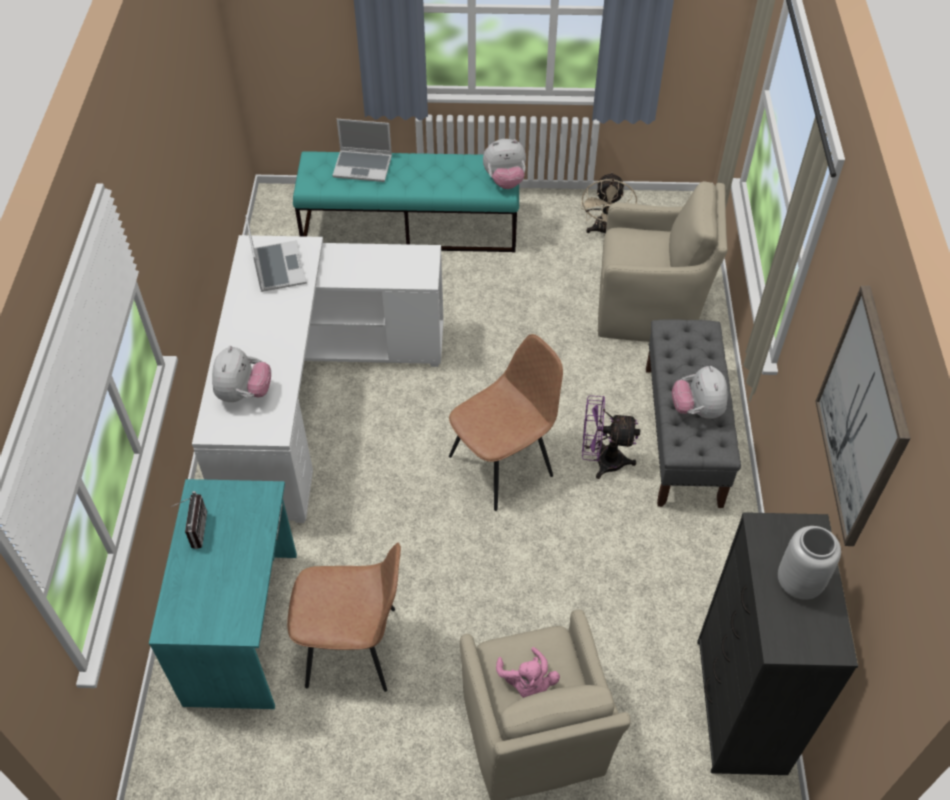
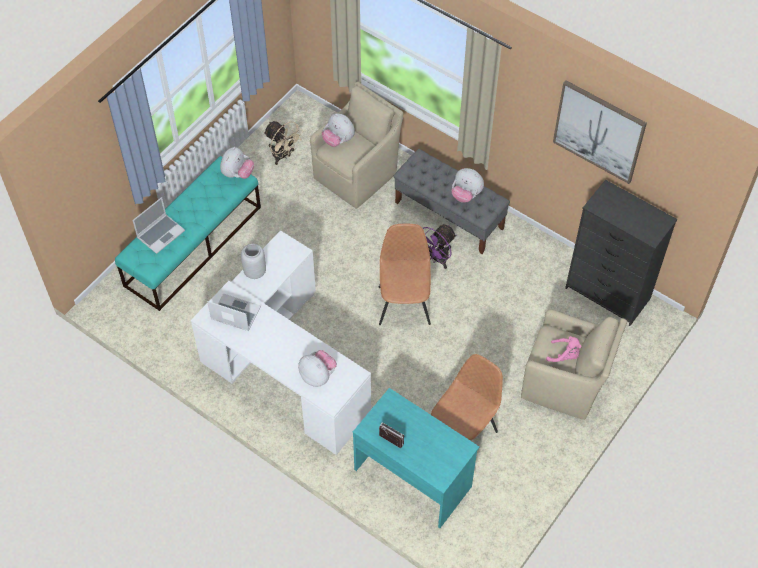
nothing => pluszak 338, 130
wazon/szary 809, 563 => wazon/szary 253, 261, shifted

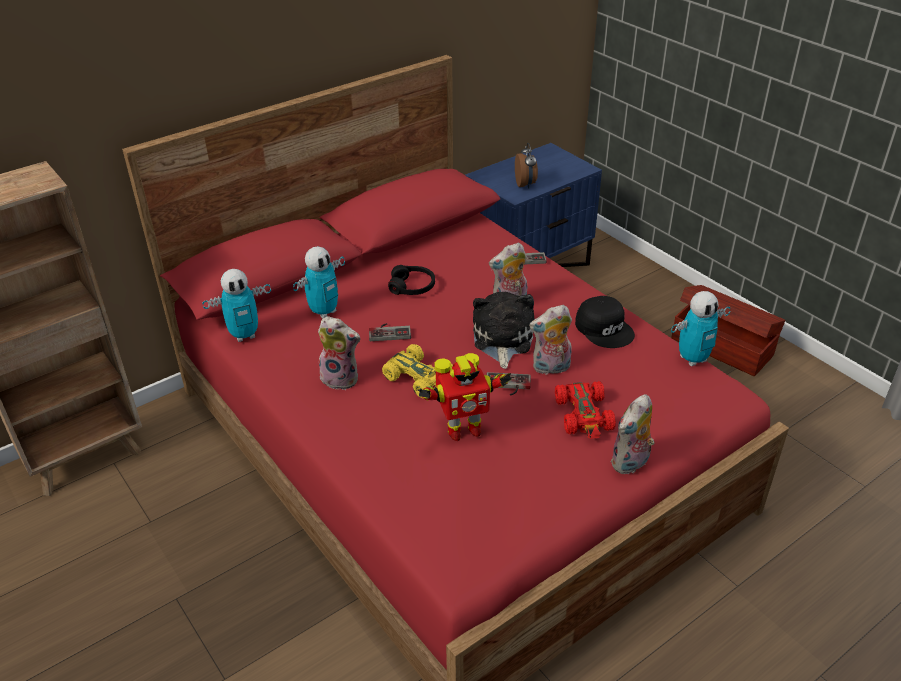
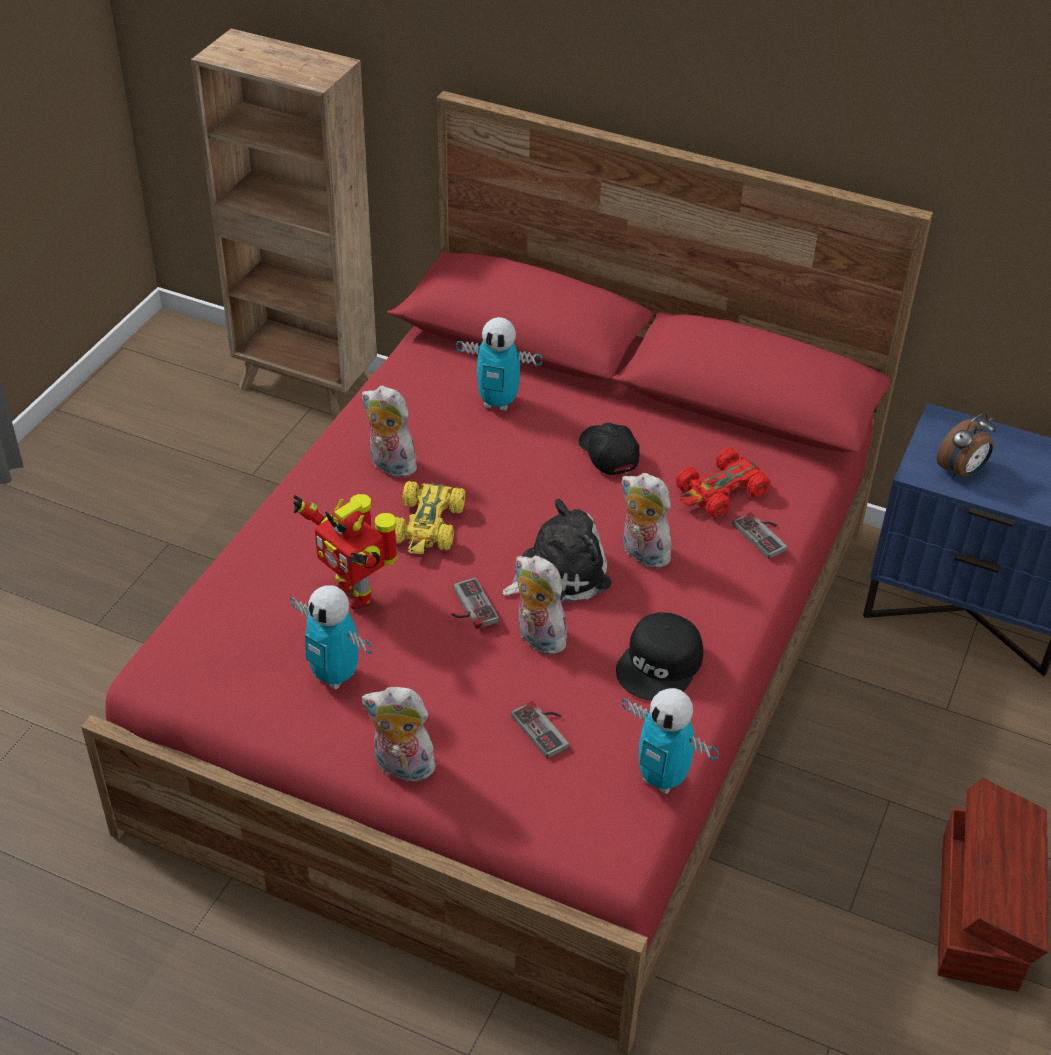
robot zabawkowy 236, 305 => robot zabawkowy 331, 637, shifted
pad do gier 390, 332 => pad do gier 540, 730, shifted
samochodzik/czerwony 585, 410 => samochodzik/czerwony 723, 482, shifted
słuchawki/czarny 411, 280 => czapka z daszkiem/czarny 609, 449
pluszak 337, 353 => pluszak 389, 431, 135 degrees clockwise

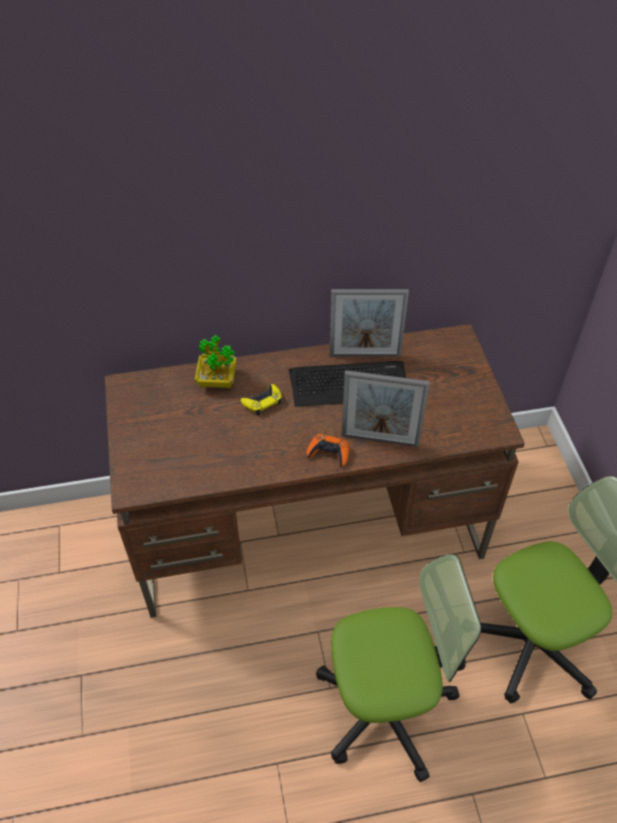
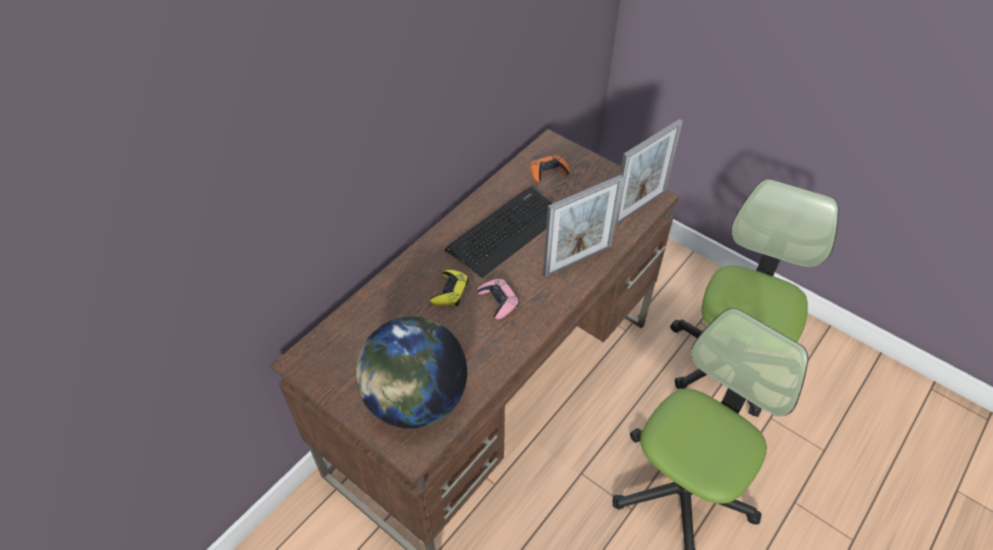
roślina doniczkowa 216, 361 => nothing
nothing => globus 411, 373
nothing => pad do gier/różowy 498, 299
pad do gier/pomarańczowy 327, 450 => pad do gier/pomarańczowy 550, 169, shifted
ramka na zdjęcie 369, 323 => ramka na zdjęcie 649, 172, shifted

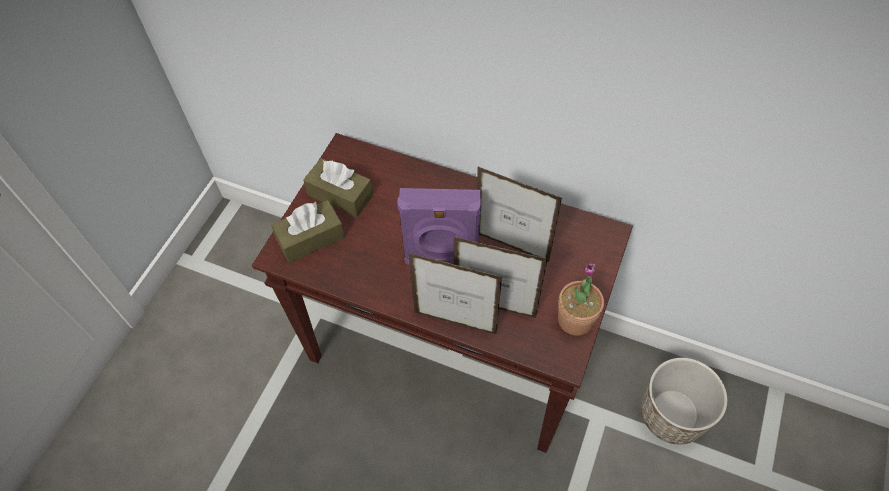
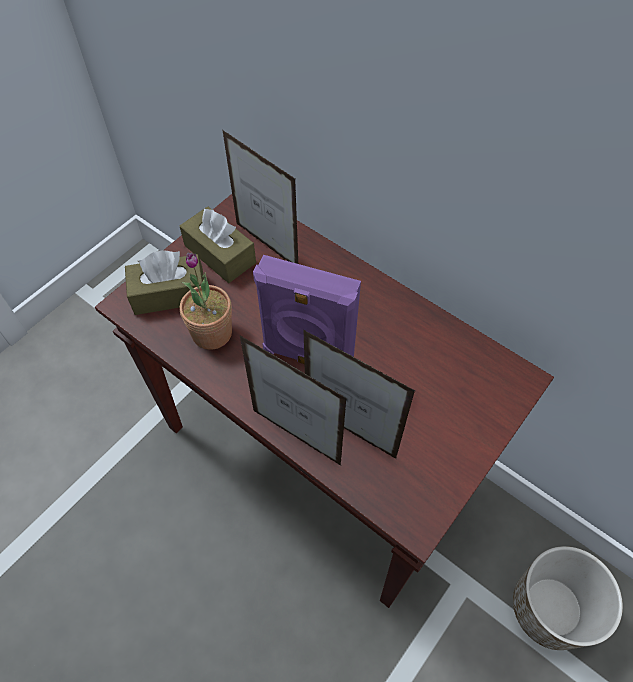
ramka na zdjęcie 519, 215 => ramka na zdjęcie 260, 197, shifted
roślina doniczkowa 581, 299 => roślina doniczkowa 206, 301, shifted

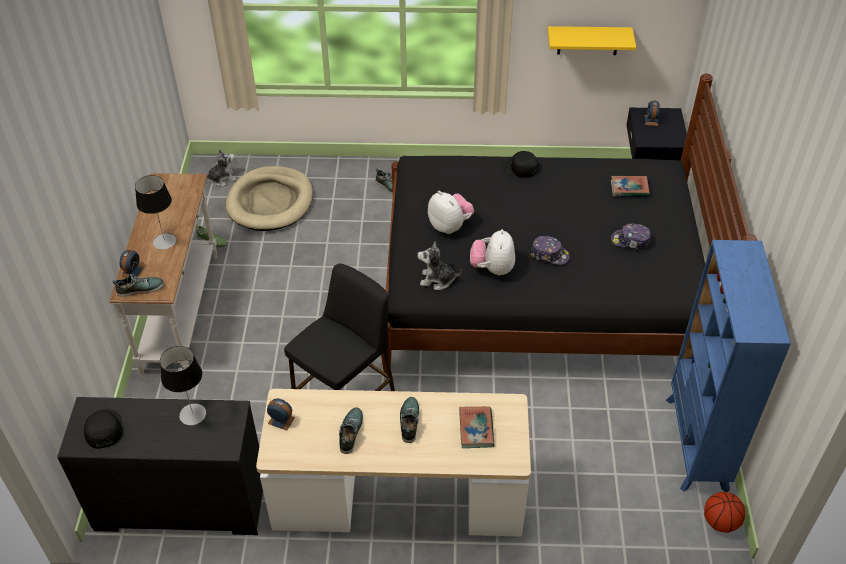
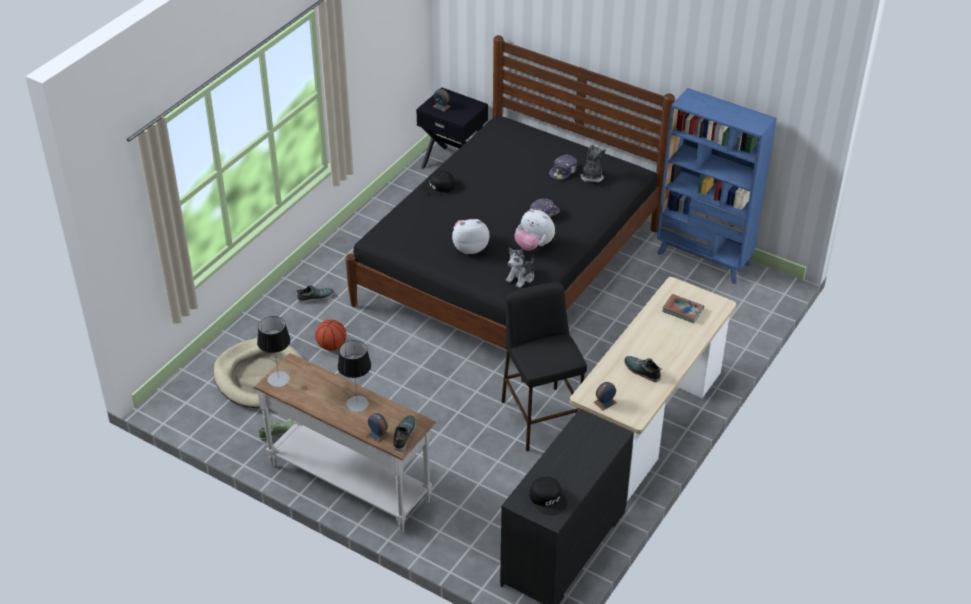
but 409, 420 => nothing
półka/żółty 592, 40 => nothing
książka 630, 186 => nothing
lampa stołowa 183, 385 => lampa stołowa 274, 351, shifted
pluszak 219, 167 => pluszak 593, 163, shifted
piłka do koszykówki 724, 512 => piłka do koszykówki 330, 334, shifted
czapka z daszkiem/czarny 103, 428 => czapka z daszkiem/czarny 548, 496, 135 degrees counterclockwise

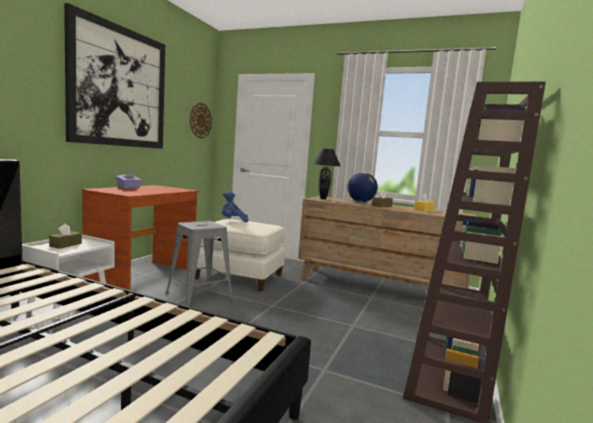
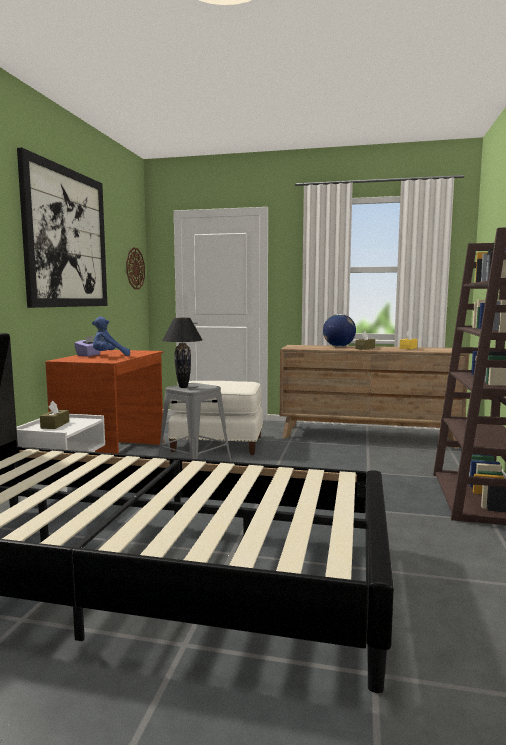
pluszak/niebieski 235, 207 => pluszak/niebieski 111, 336, shifted
lampa stołowa/czarny 326, 174 => lampa stołowa/czarny 182, 353, shifted

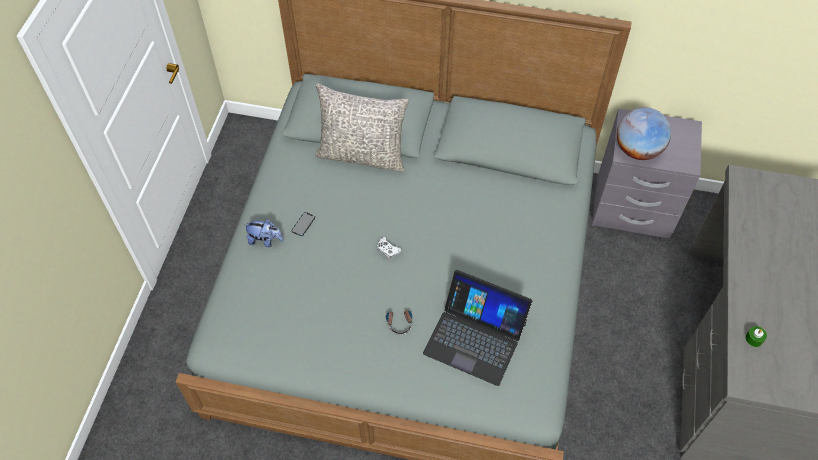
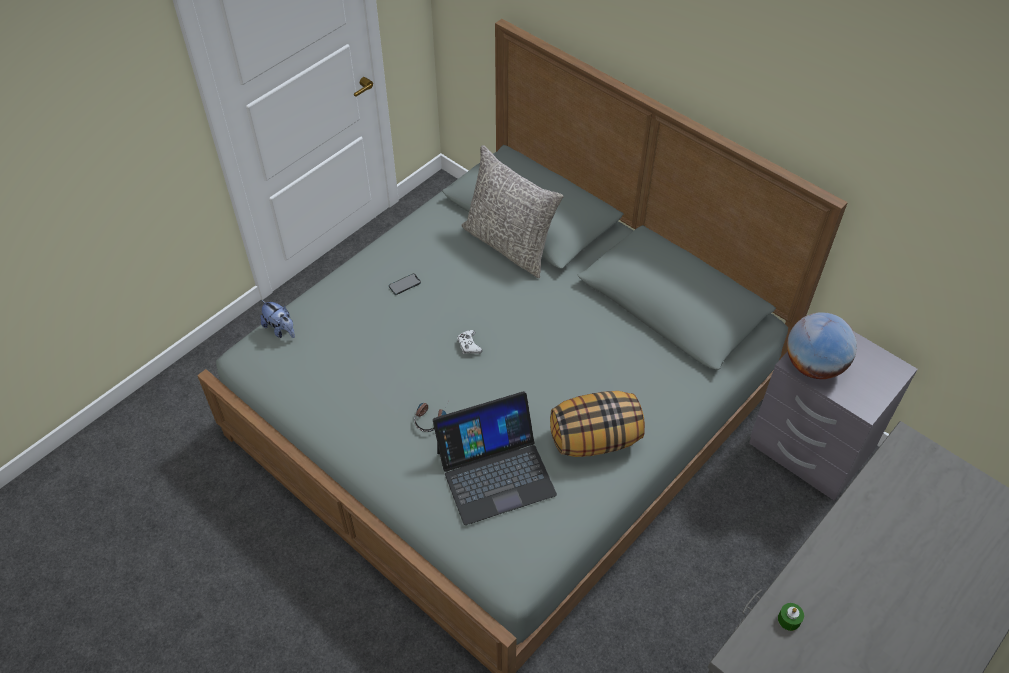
nothing => poduszka 597, 424
pluszak 264, 233 => pluszak 277, 319, shifted
laptop 477, 328 => laptop 495, 458, 75 degrees counterclockwise

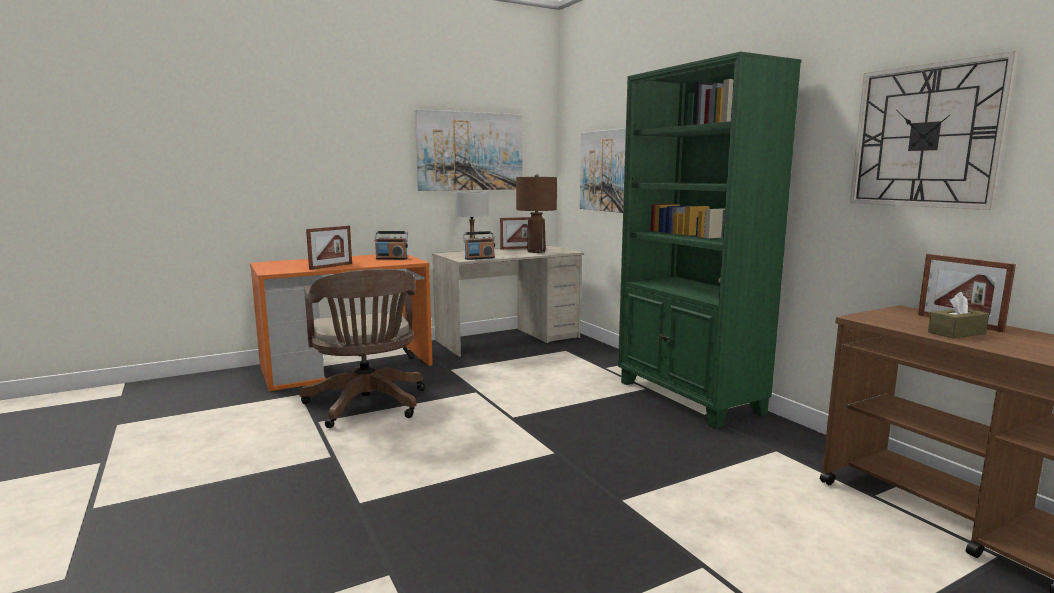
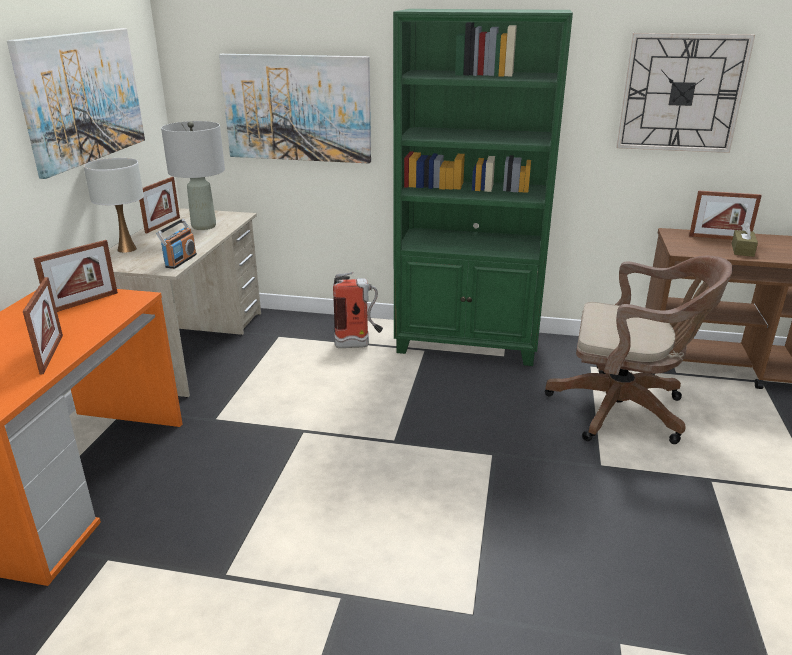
nothing => gaśnica 358, 310
krzesło biurowe/brązowy 362, 348 => krzesło biurowe/brązowy 639, 350, shifted
radio 391, 245 => ramka na zdjęcie 75, 276
lampa stołowa/brązowy 536, 213 => lampa stołowa/szary 193, 175

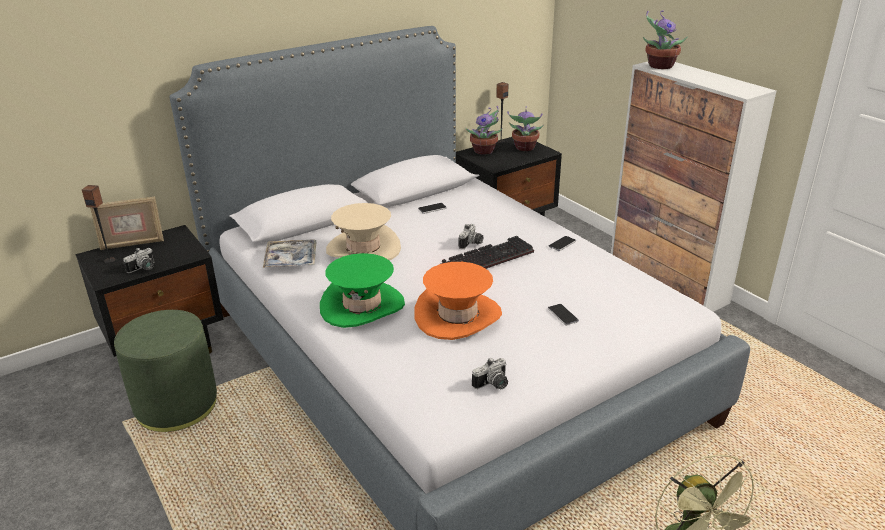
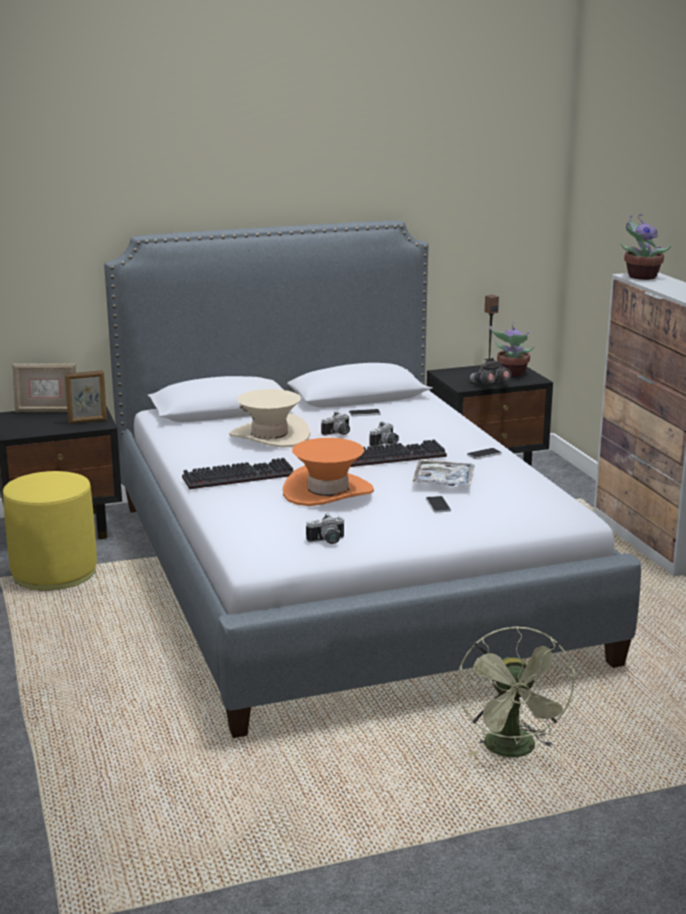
głośnik 98, 224 => nothing
roślina doniczkowa 484, 130 => nothing
nothing => ramka na zdjęcie 86, 397
nothing => lornetka/szary 490, 371
aparat fotograficzny 139, 260 => aparat fotograficzny 335, 423, shifted
taca 290, 253 => taca 443, 473, shifted
kapelusz/zielony 362, 290 => klawiatura 237, 473
pufa/zielony 165, 371 => pufa/żółty 50, 531

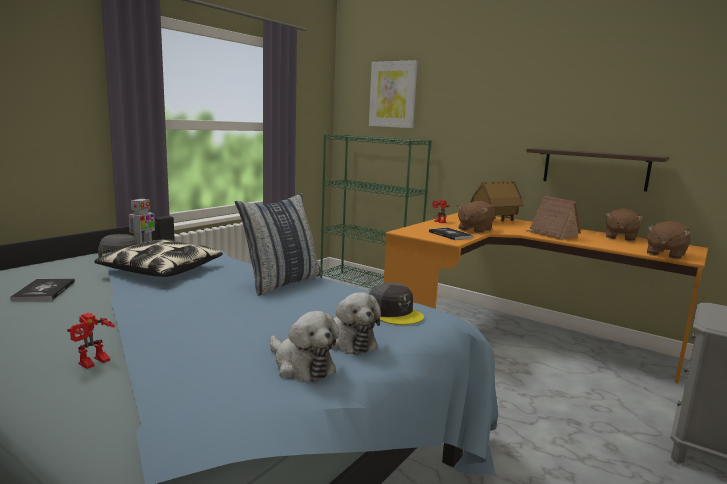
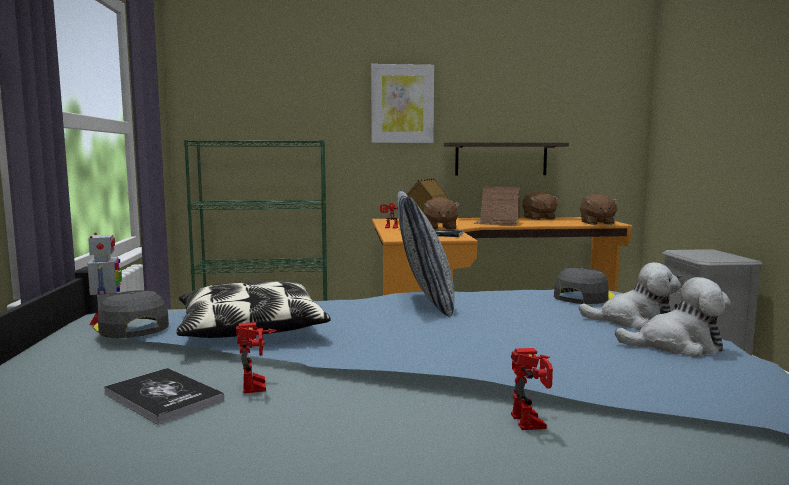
nothing => robot zabawkowy 256, 357
obraz 393, 94 => obraz 402, 103, shifted
czapka z daszkiem/szary 396, 304 => czapka z daszkiem/szary 584, 285, 60 degrees counterclockwise

